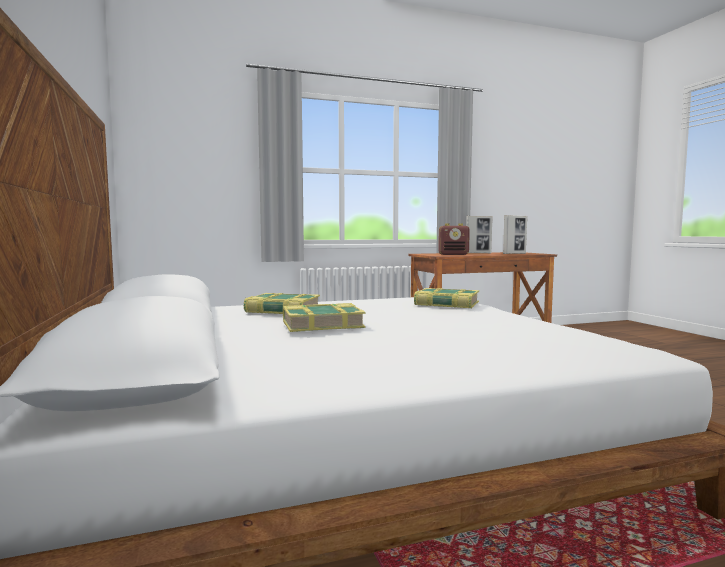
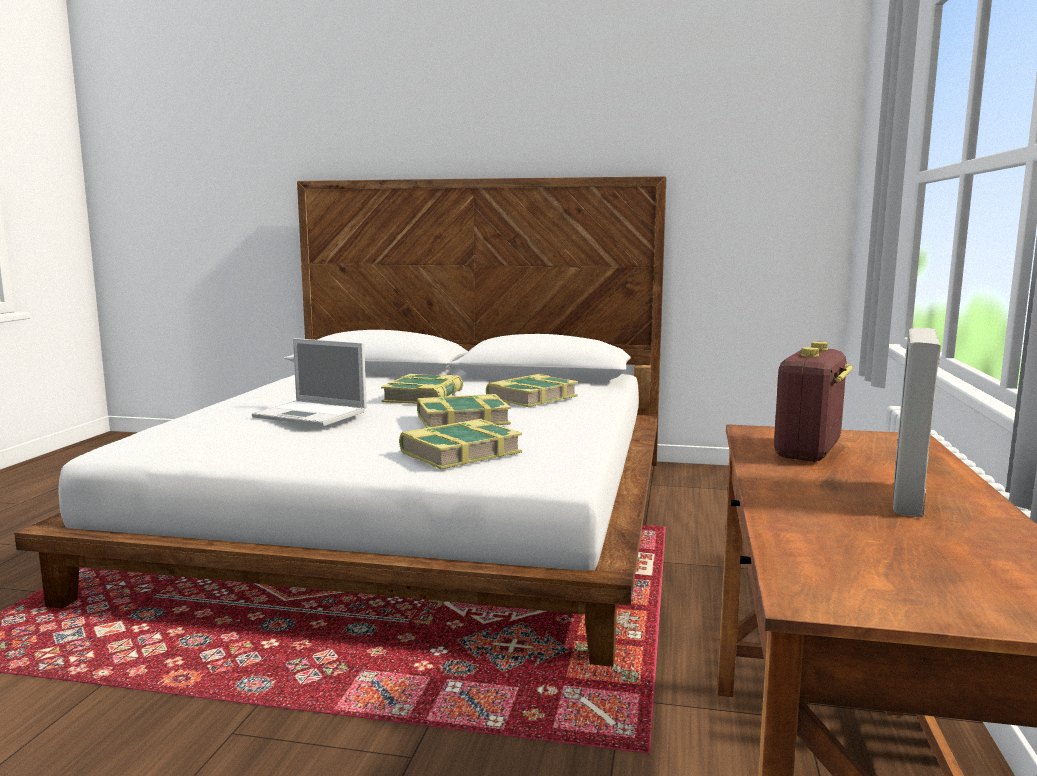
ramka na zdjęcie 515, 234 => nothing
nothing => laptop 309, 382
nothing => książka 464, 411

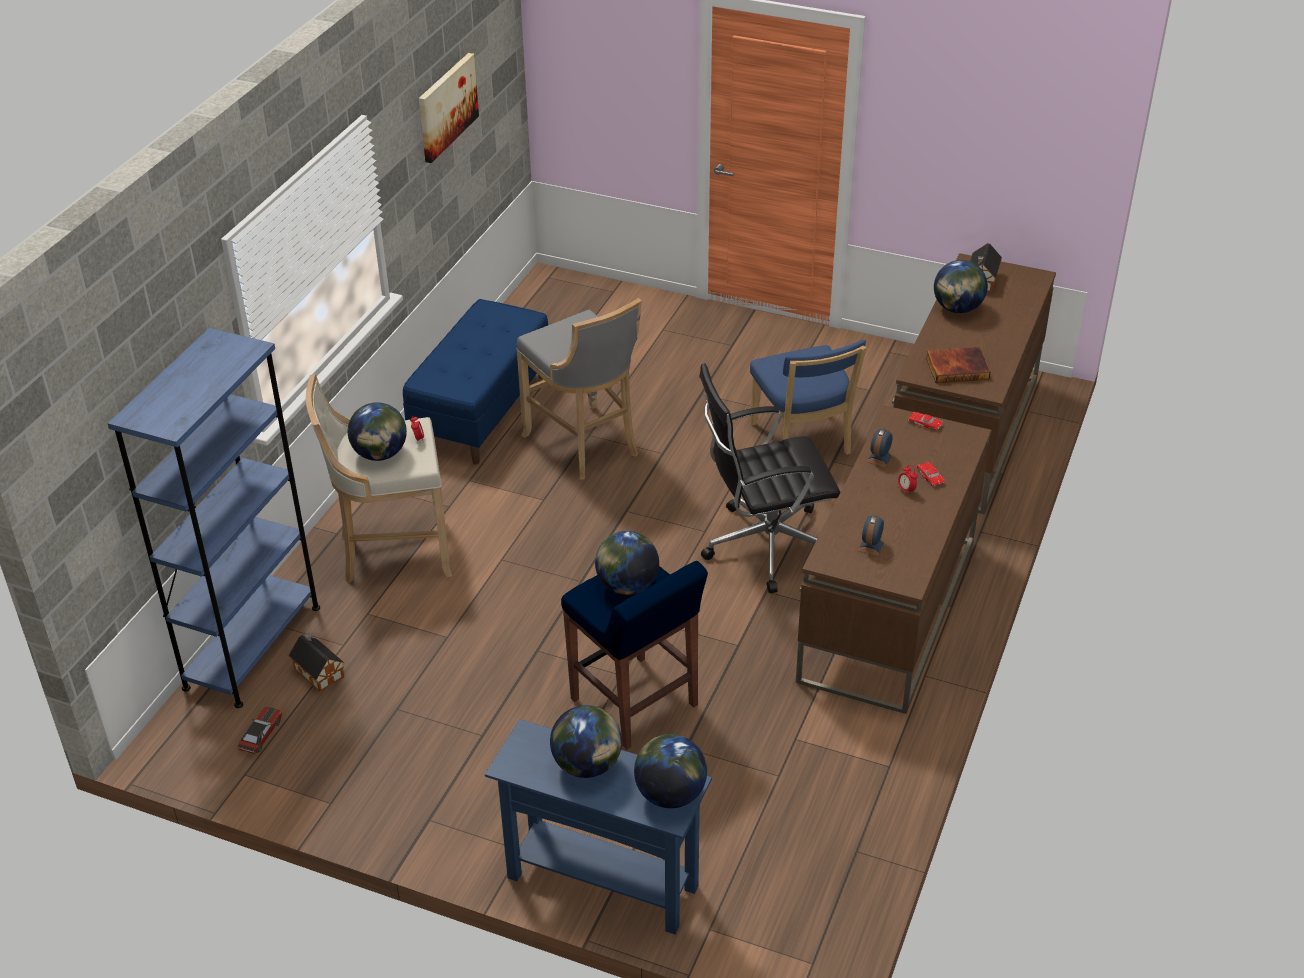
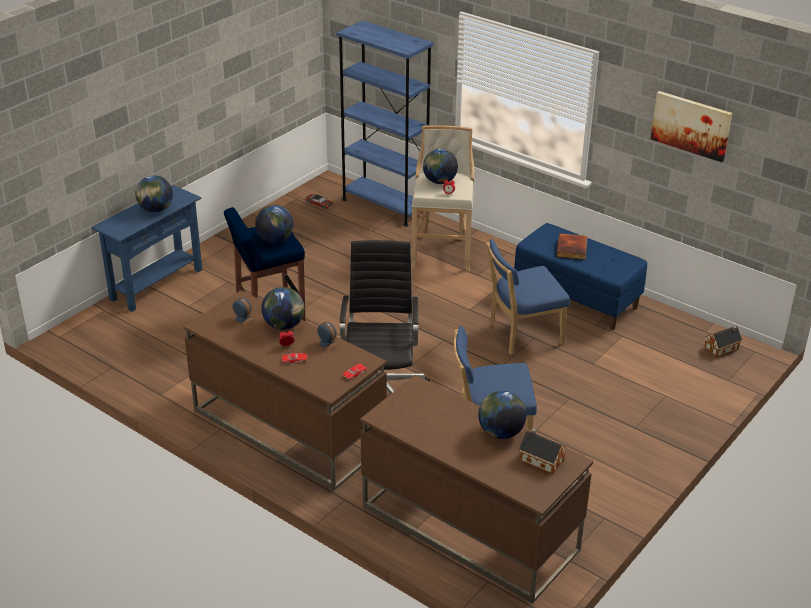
domek 316, 662 => domek 723, 341, shifted
globus 670, 771 => globus 283, 308, shifted
książka 958, 365 => książka 572, 246, shifted
stołek/szary 579, 388 => krzesło/niebieski 528, 296

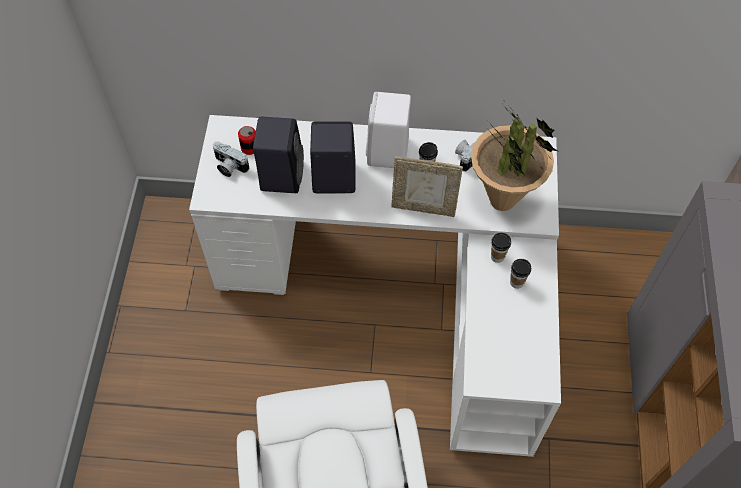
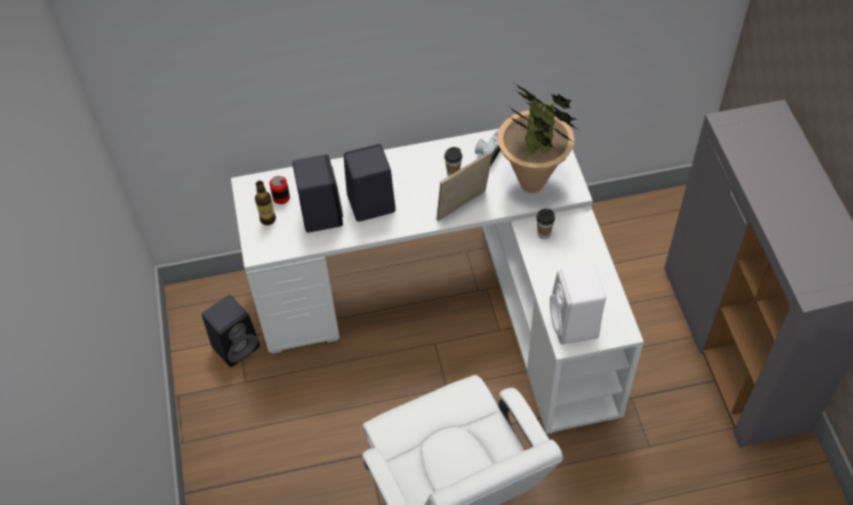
filiżanka 520, 274 => nothing
nothing => głośnik/czarny 231, 331
głośnik/biały 388, 130 => głośnik/biały 578, 304, shifted
aparat fotograficzny 231, 159 => butelka 265, 203
ramka na zdjęcie 427, 186 => ramka na zdjęcie 464, 186, 150 degrees clockwise

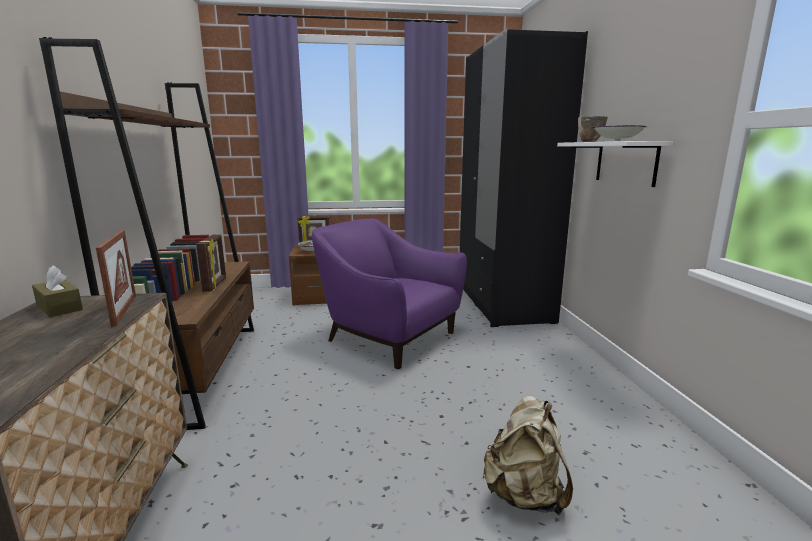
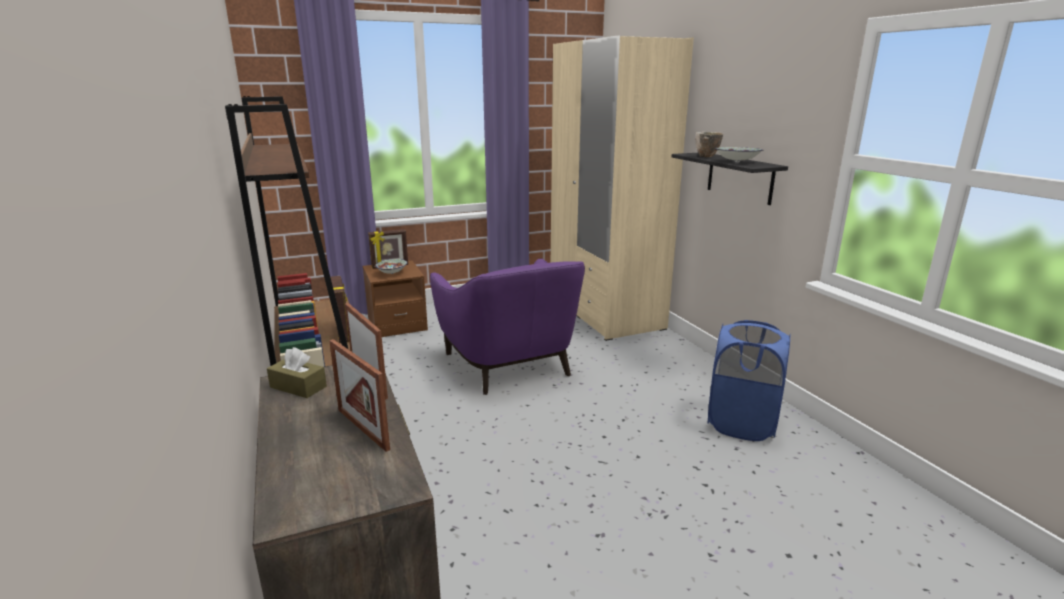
plecak/beżowy 527, 455 => nothing
nothing => ramka na zdjęcie 359, 395
nothing => kosz na pranie/niebieski 749, 380
szafa/czarny 524, 178 => szafa/beżowy 622, 188
półka/biały 615, 164 => półka/czarny 730, 179
fotel/fioletowy 389, 293 => fotel/fioletowy 507, 326, 135 degrees counterclockwise

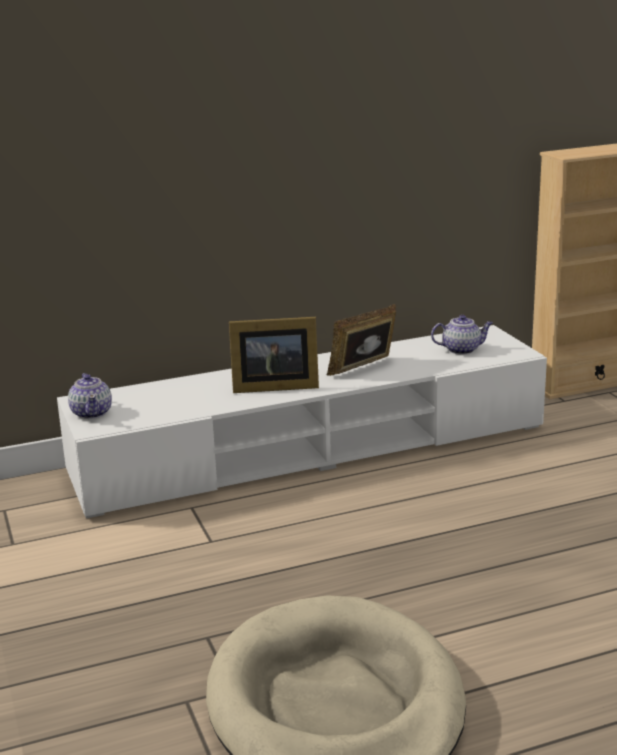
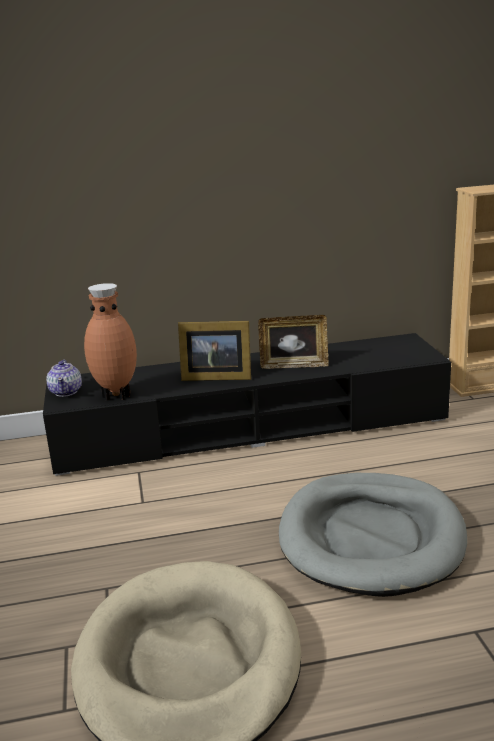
imbryk 462, 335 => nothing
nothing => wazon/brązowy 110, 342
nothing => legowisko/szary 373, 535
szafka pod telewizor/biały 302, 422 => szafka pod telewizor/czarny 247, 404
ramka na zdjęcie 361, 340 => ramka na zdjęcie 293, 342, 150 degrees counterclockwise

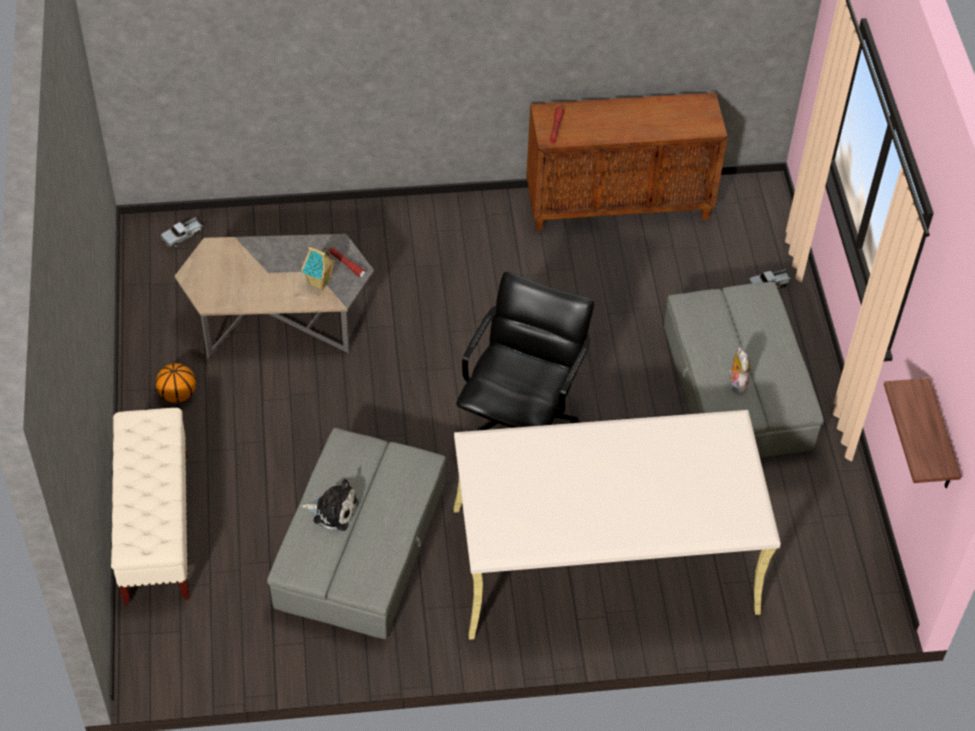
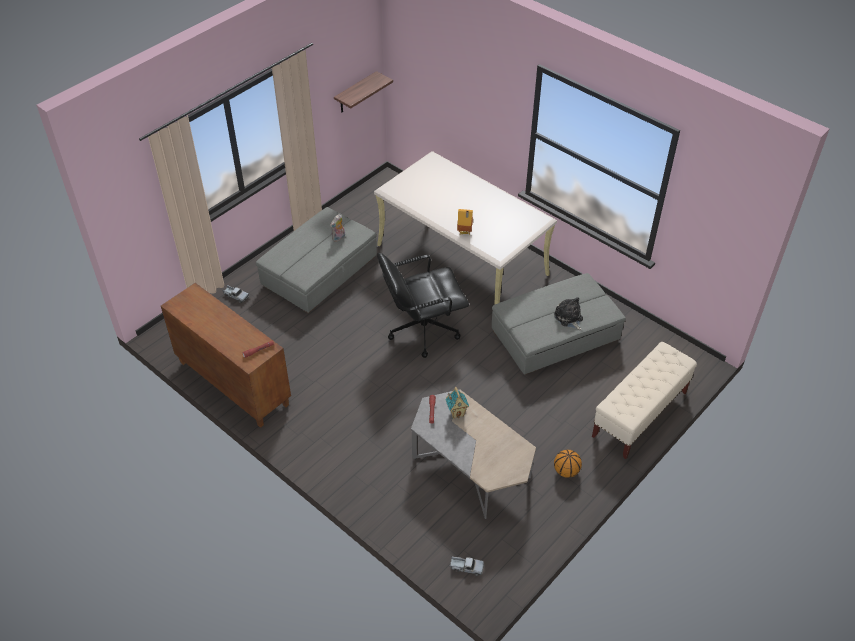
nothing => domek 465, 222

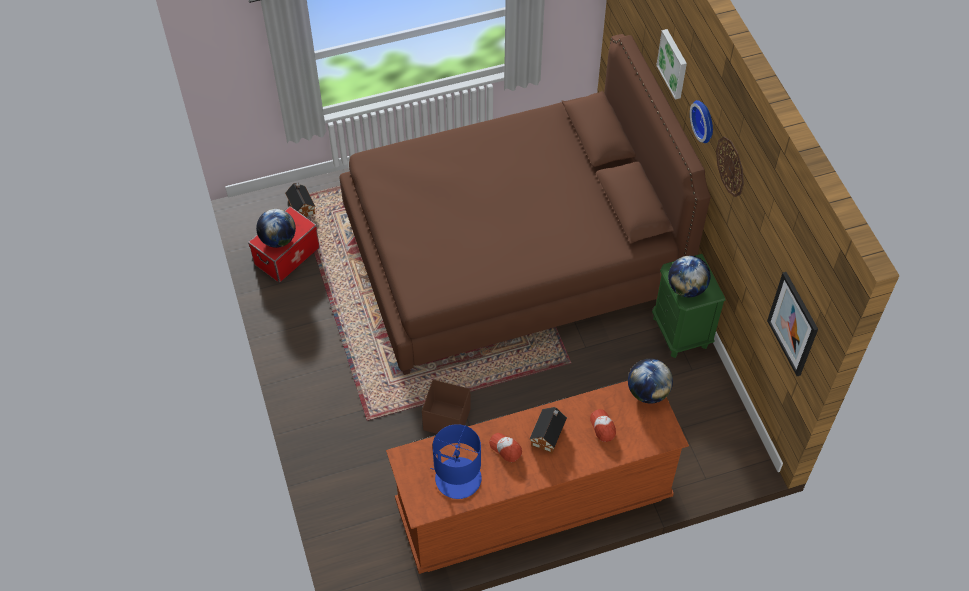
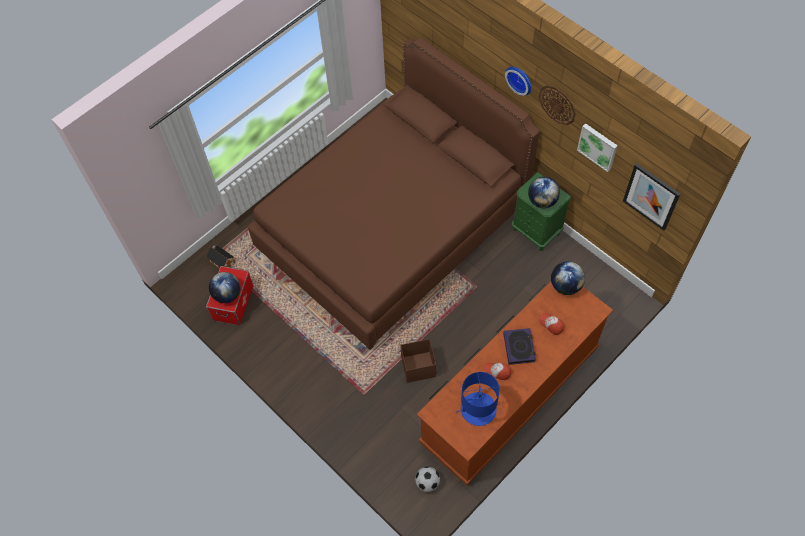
nothing => piłka futbolowa 427, 479
obraz 671, 64 => obraz 597, 147, shifted
domek 548, 430 => książka 519, 346

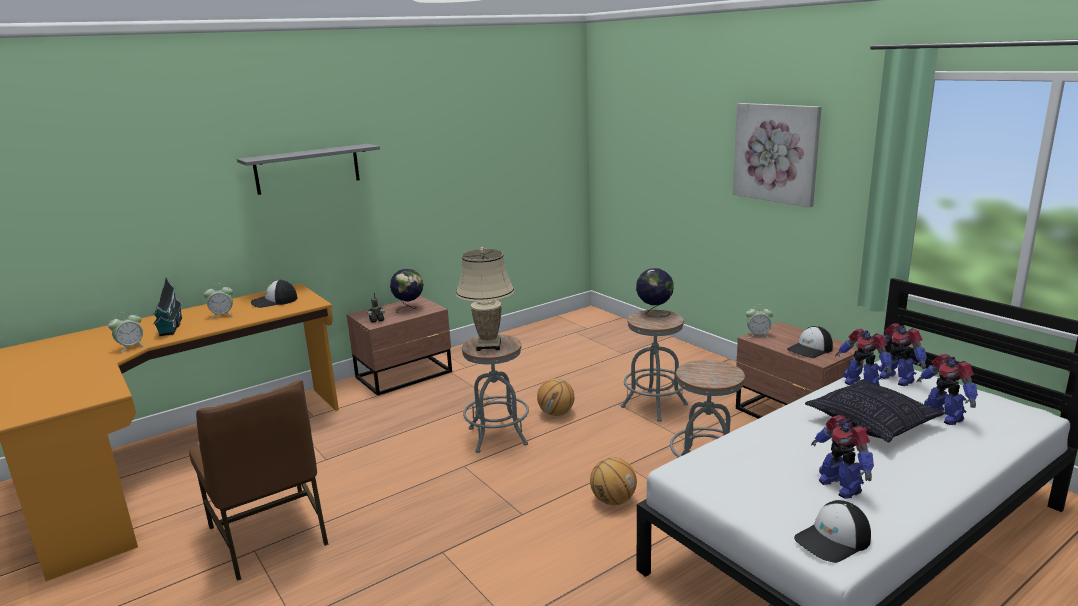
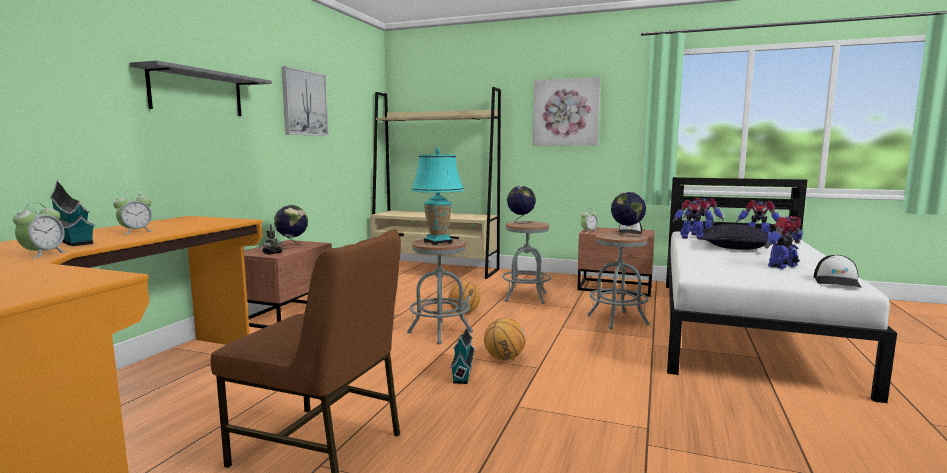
czapka z daszkiem 274, 294 => nothing
nothing => obraz 305, 101
nothing => regał/beżowy 435, 183
nothing => domek 462, 356
nothing => globus 628, 214
piłka do koszykówki 613, 481 => piłka do koszykówki 505, 339, shifted
lampa stołowa/beżowy 485, 299 => lampa stołowa/turkusowy 437, 196
robot zabawkowy 842, 457 => robot zabawkowy 783, 242, 120 degrees clockwise

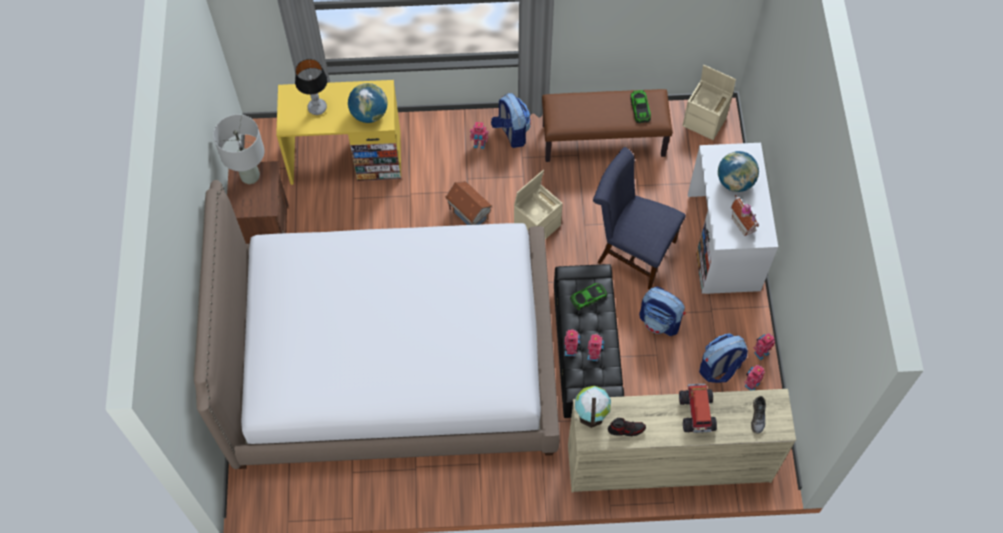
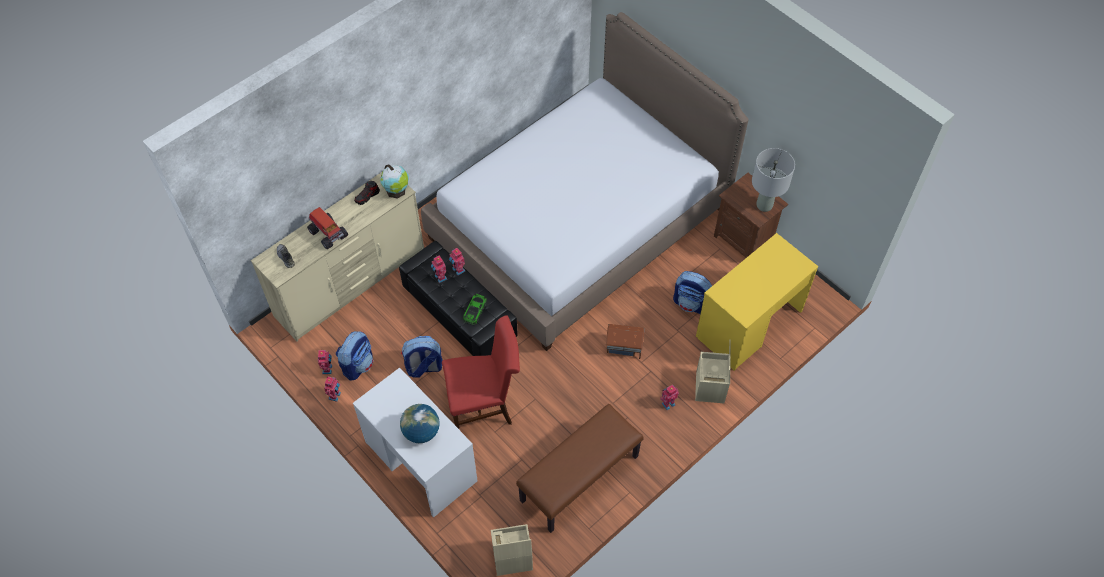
lampa stołowa 311, 87 => nothing
globus 367, 103 => nothing
samochodzik 641, 106 => nothing
domek 745, 215 => nothing
plecak 511, 120 => plecak 692, 292, shifted
pojemnik do przechowywania/beżowy 538, 204 => pojemnik do przechowywania/beżowy 713, 371, shifted
krzesło/niebieski 639, 218 => krzesło/czerwony 481, 372

